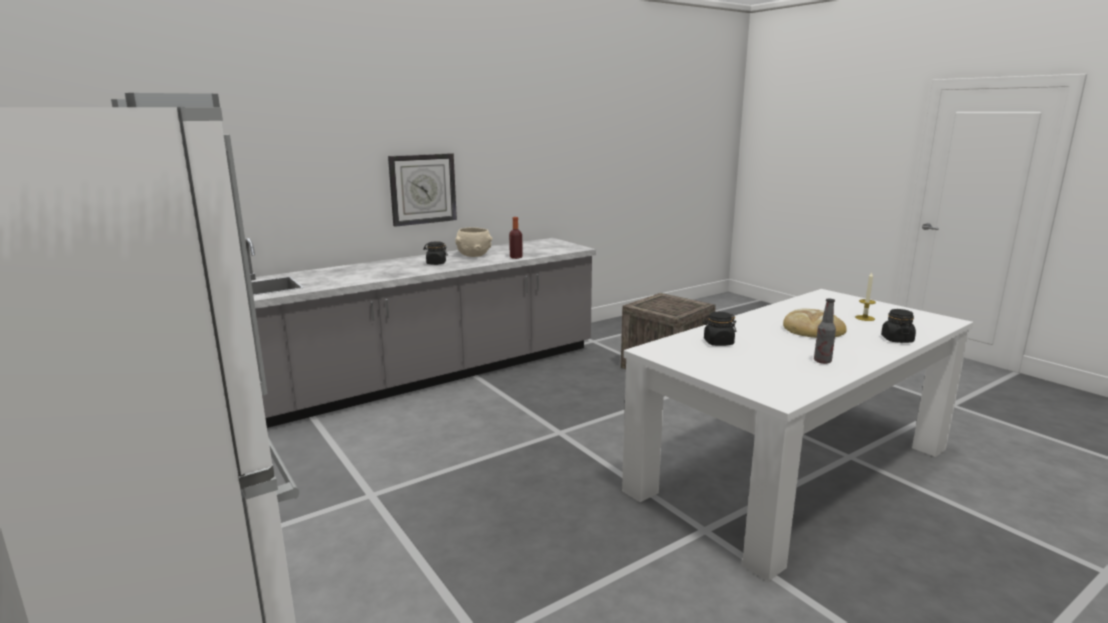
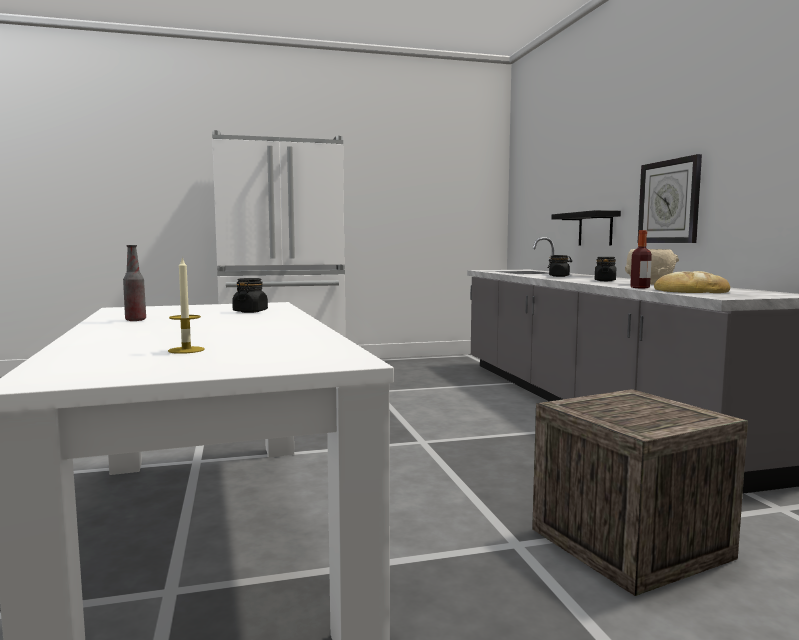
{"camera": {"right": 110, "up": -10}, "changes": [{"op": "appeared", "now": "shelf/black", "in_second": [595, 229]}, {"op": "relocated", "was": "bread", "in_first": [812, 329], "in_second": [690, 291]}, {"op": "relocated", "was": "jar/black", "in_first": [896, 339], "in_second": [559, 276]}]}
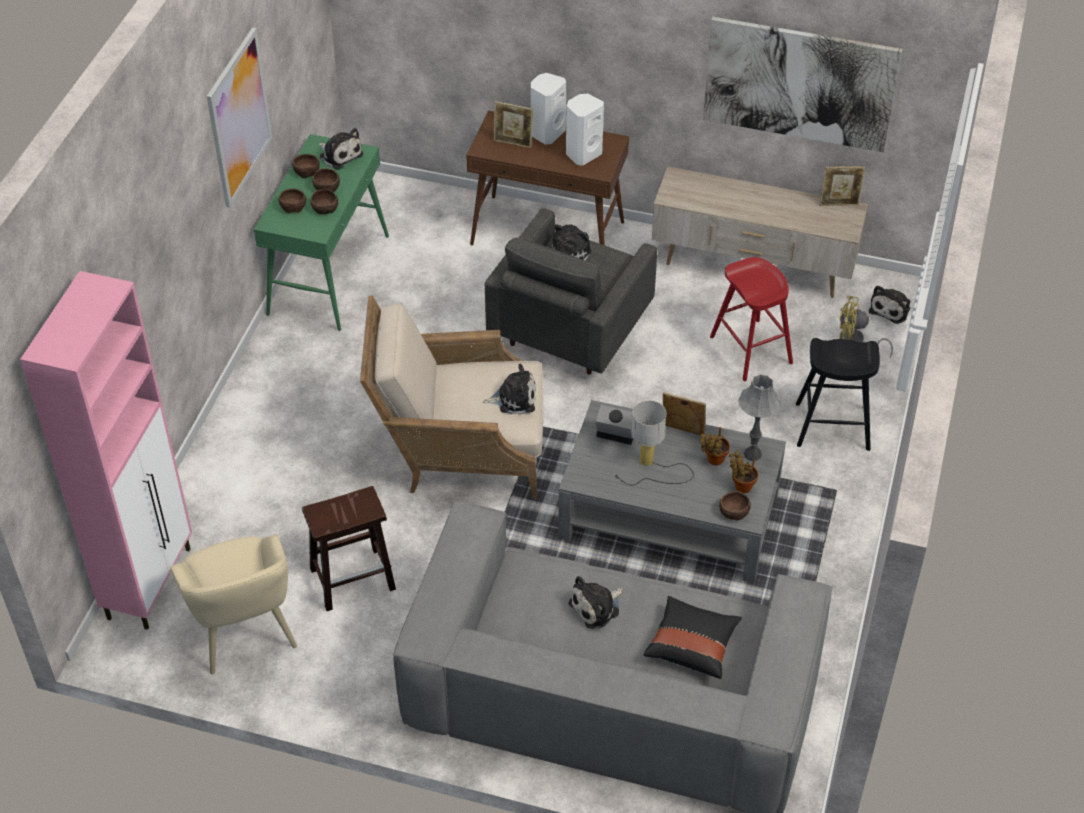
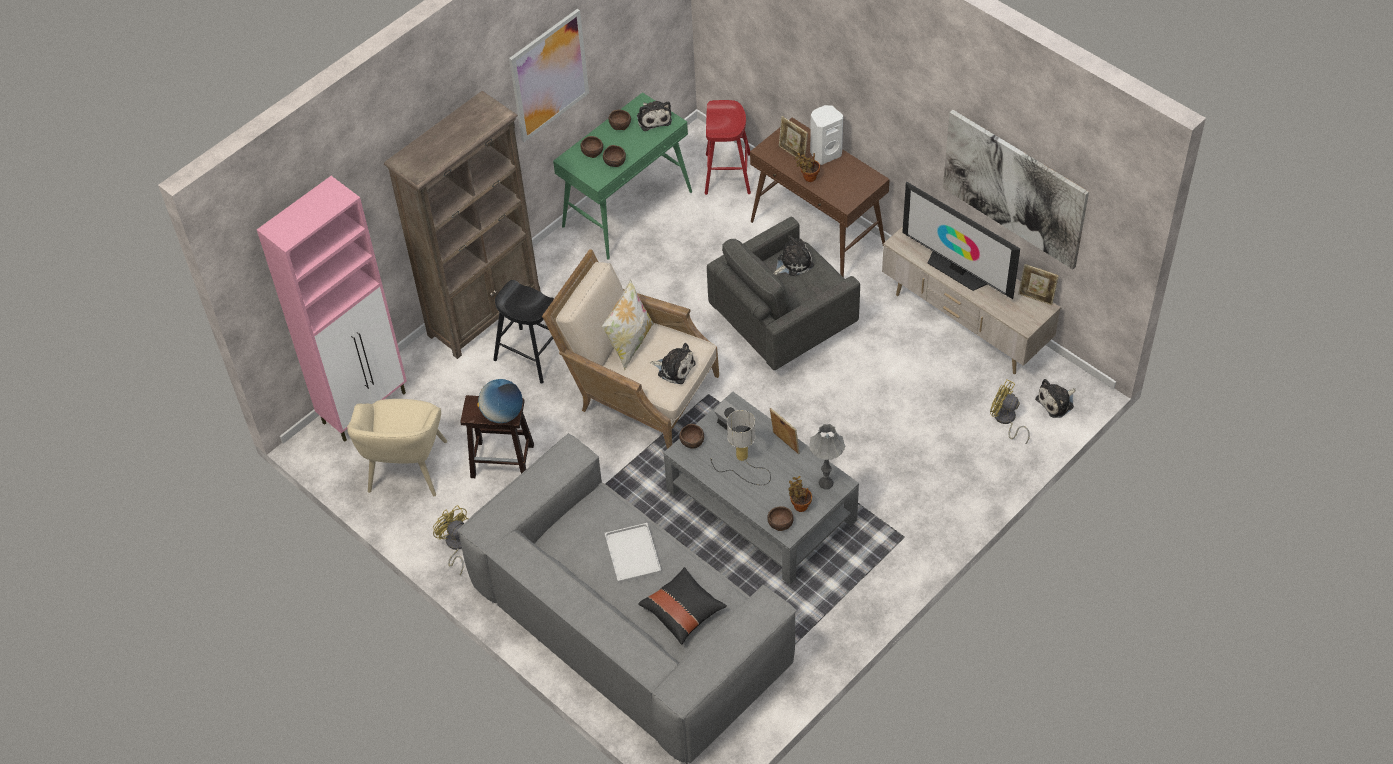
{"camera": {"right": 30, "up": 5}, "changes": [{"op": "missing", "was": "speaker/white", "in_first": [582, 154]}, {"op": "appeared", "now": "bookcase/brown", "in_second": [485, 313]}, {"op": "appeared", "now": "fan/yellow", "in_second": [455, 545]}, {"op": "appeared", "now": "globe", "in_second": [503, 414]}, {"op": "appeared", "now": "pillow", "in_second": [630, 343]}, {"op": "appeared", "now": "television", "in_second": [957, 270]}, {"op": "relocated", "was": "bowl/brown", "in_first": [327, 188], "in_second": [692, 441]}, {"op": "relocated", "was": "potted plant", "in_first": [714, 460], "in_second": [808, 177]}, {"op": "relocated", "was": "stool/red", "in_first": [750, 349], "in_second": [728, 173]}, {"op": "relocated", "was": "stool/black", "in_first": [832, 426], "in_second": [531, 355]}, {"op": "exchanged", "was": "plush toy", "now": "tray/white", "in_first": [597, 607], "in_second": [633, 554]}]}
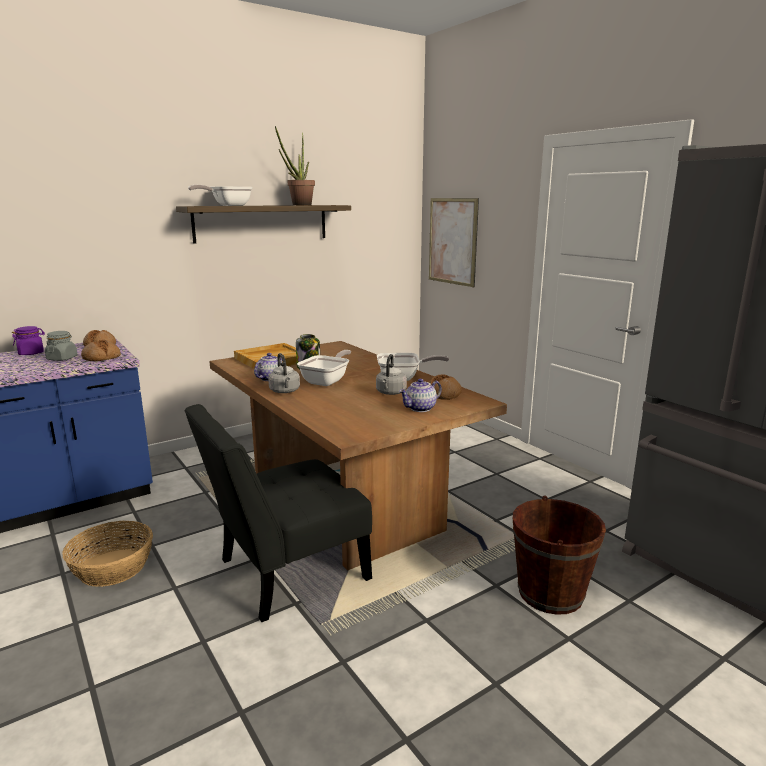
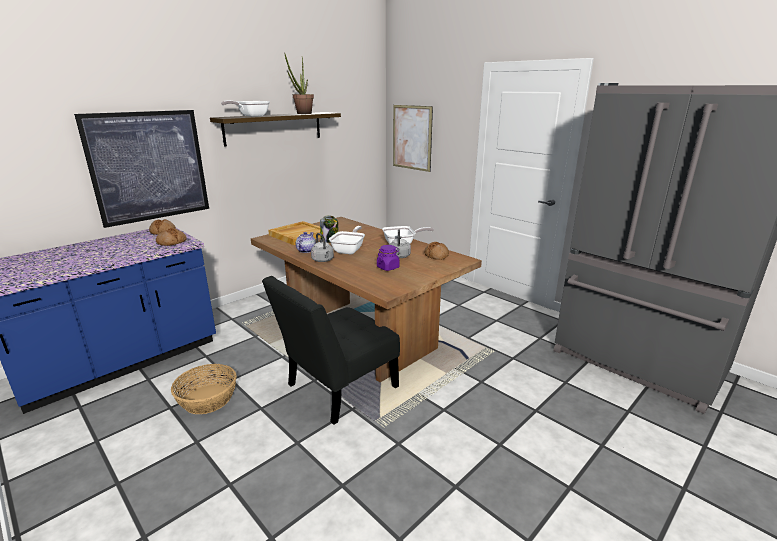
{"camera": {"right": -10, "up": 5}, "changes": [{"op": "missing", "was": "jar/grey", "in_first": [62, 358]}, {"op": "missing", "was": "teapot", "in_first": [420, 408]}, {"op": "missing", "was": "bucket/brown", "in_first": [550, 593]}, {"op": "appeared", "now": "picture", "in_second": [149, 166]}, {"op": "relocated", "was": "jar/purple", "in_first": [31, 353], "in_second": [388, 267]}]}
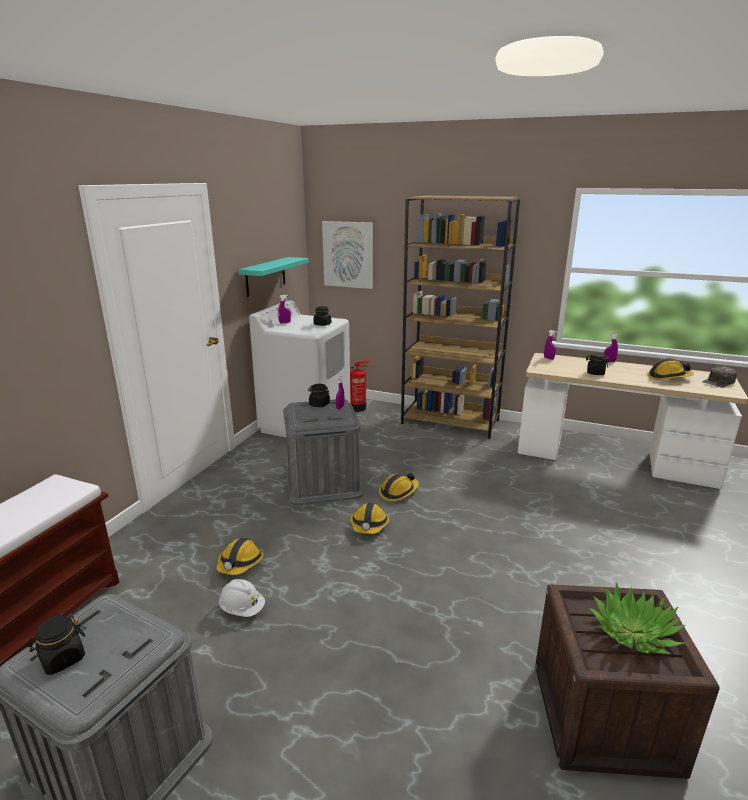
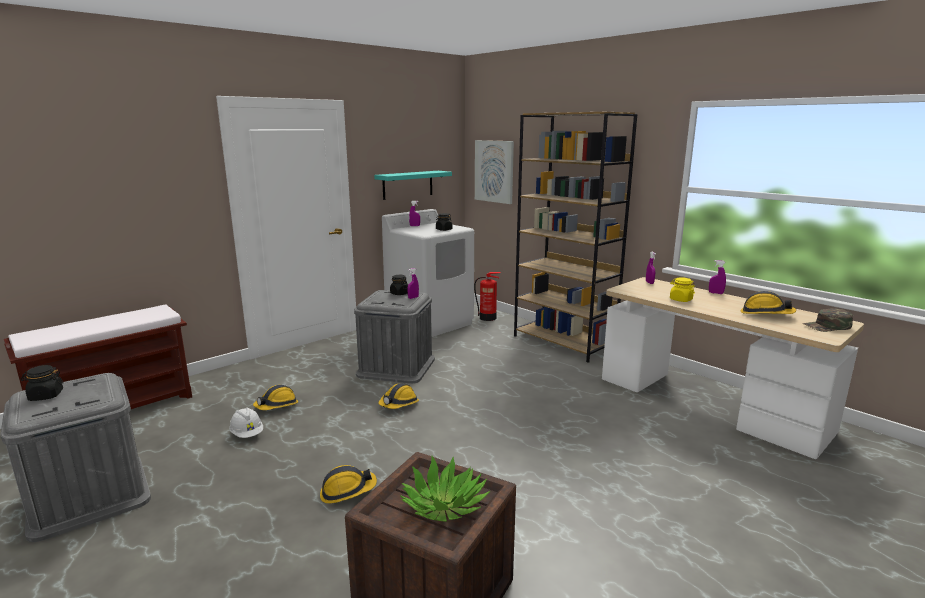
{"camera": {"right": 25, "up": -5}, "changes": [{"op": "relocated", "was": "hard hat", "in_first": [398, 492], "in_second": [347, 491]}, {"op": "colour", "was": "jar/black", "now": "jar/yellow", "in_first": [595, 373], "in_second": [680, 300]}]}
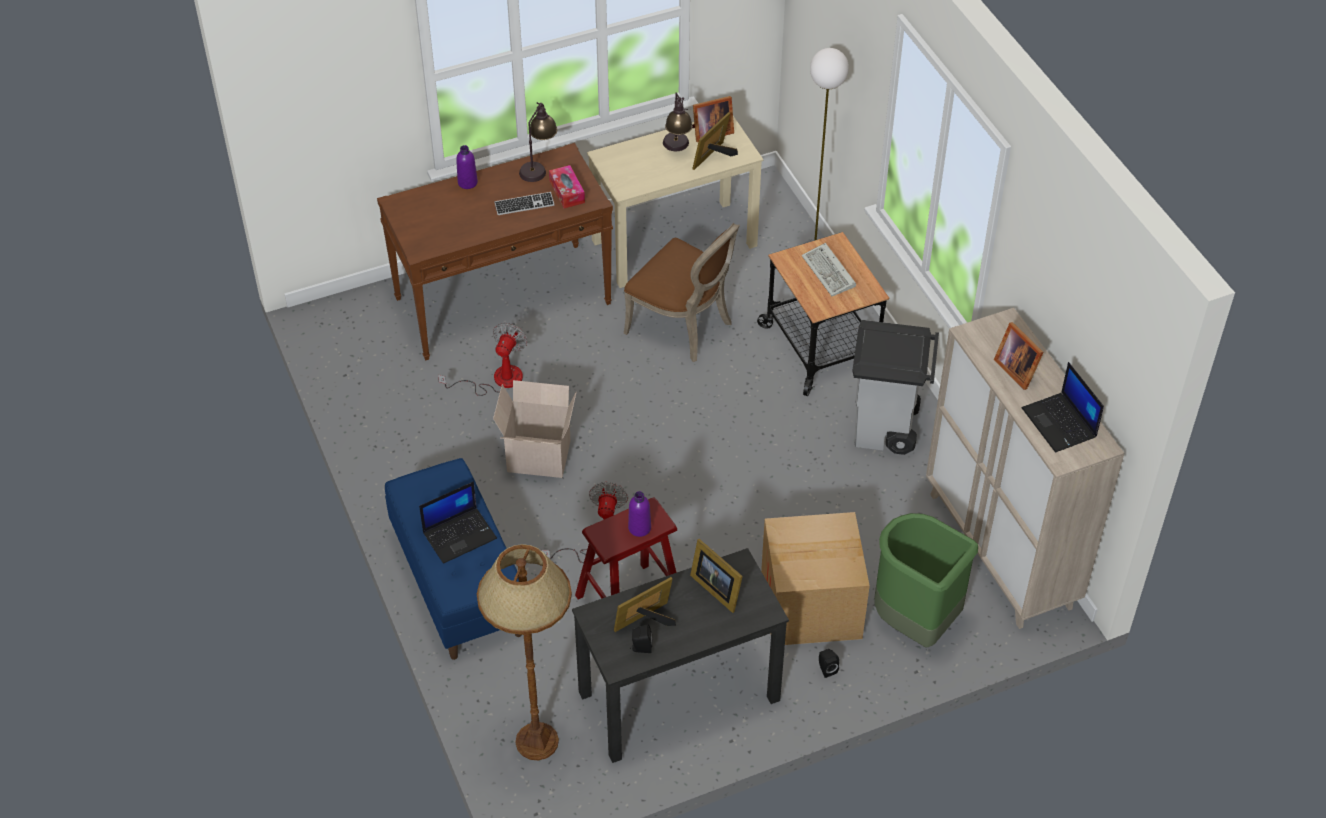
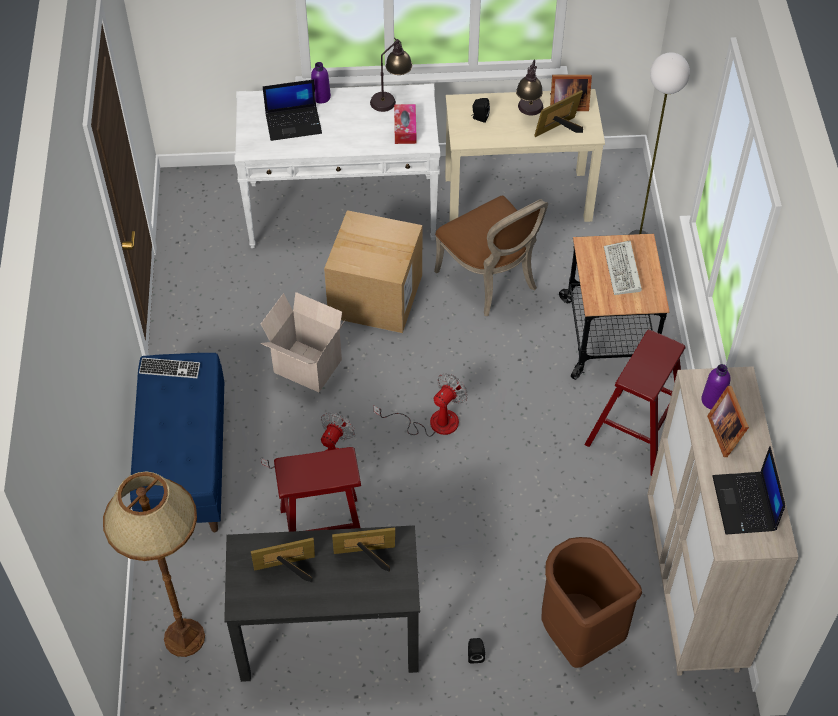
{"camera": {"right": 20, "up": 5}, "changes": [{"op": "relocated", "was": "laptop", "in_first": [460, 535], "in_second": [294, 123]}, {"op": "relocated", "was": "fan", "in_first": [497, 380], "in_second": [433, 422]}, {"op": "relocated", "was": "keyboard", "in_first": [524, 205], "in_second": [170, 369]}, {"op": "relocated", "was": "bottle/purple", "in_first": [639, 528], "in_second": [713, 400]}, {"op": "relocated", "was": "speaker/black", "in_first": [641, 648], "in_second": [479, 118]}, {"op": "relocated", "was": "cardboard box", "in_first": [811, 605], "in_second": [375, 296]}, {"op": "exchanged", "was": "trash can/grey", "now": "stool/red", "in_first": [886, 429], "in_second": [635, 434]}, {"op": "colour", "was": "console table/brown", "now": "console table/white", "in_first": [503, 300], "in_second": [343, 211]}, {"op": "colour", "was": "trash can/green", "now": "trash can/brown", "in_first": [914, 623], "in_second": [578, 636]}, {"op": "spun", "was": "picture frame", "in_first": [716, 587], "in_second": [367, 556], "clockwise": 105}]}
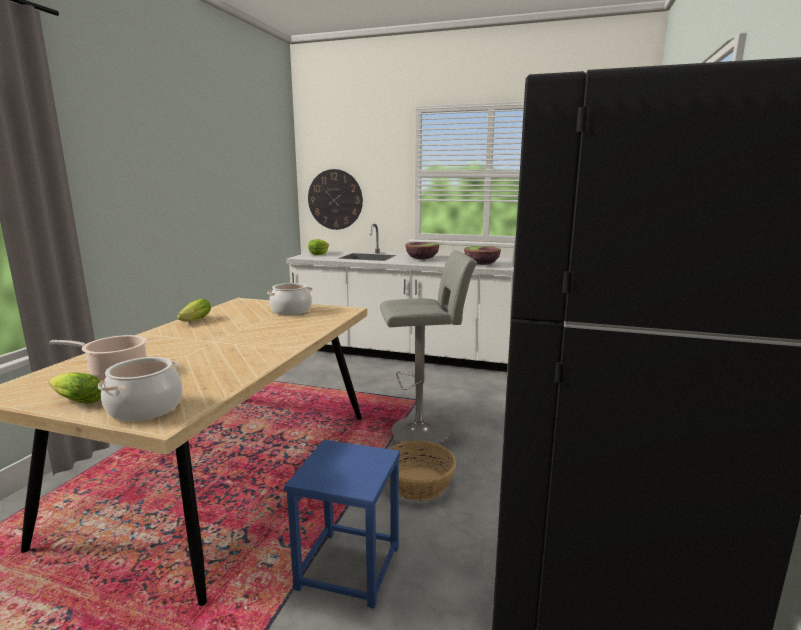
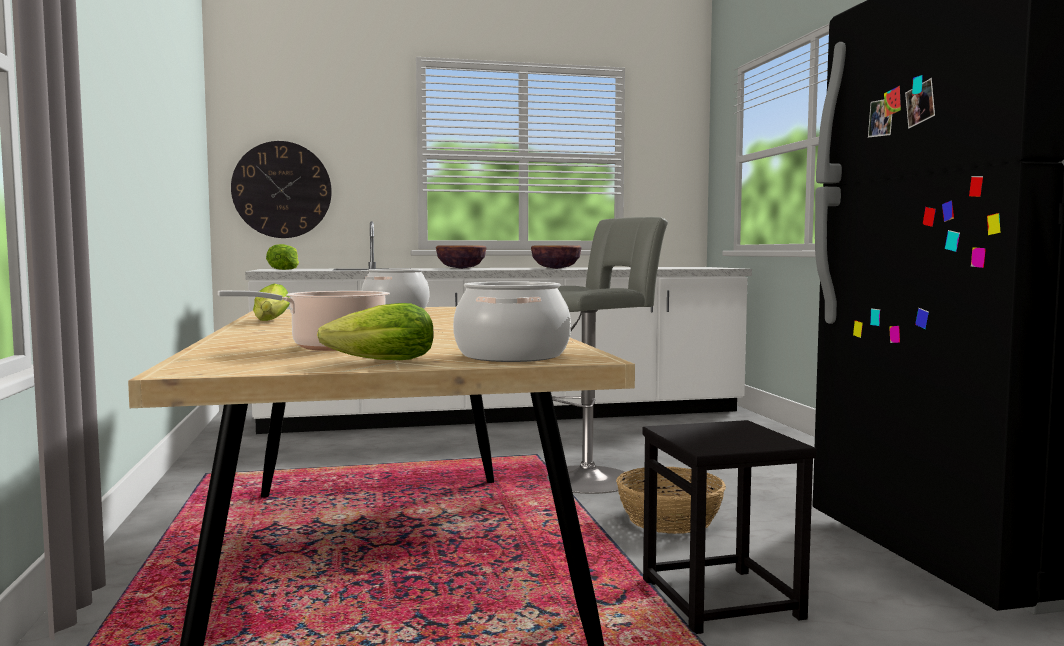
{"camera": {"right": -30, "up": -10}, "changes": [{"op": "colour", "was": "stool/blue", "now": "stool/black", "in_first": [349, 567], "in_second": [722, 599]}]}
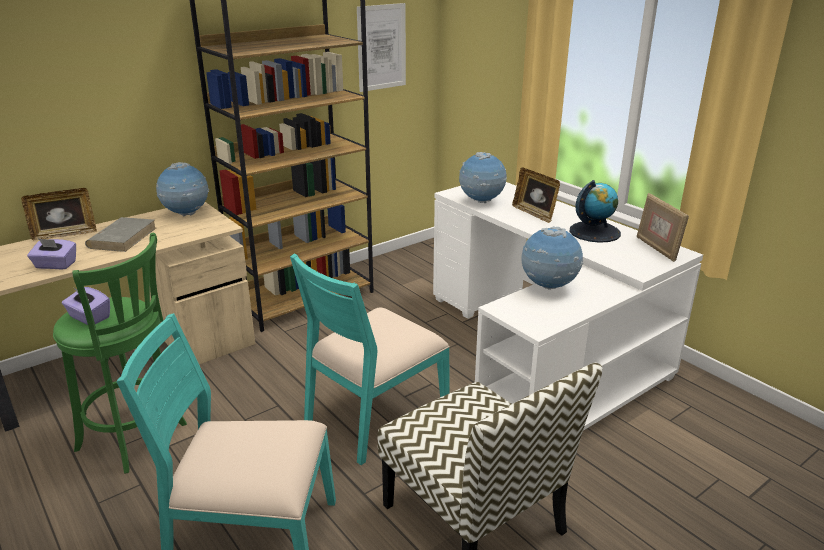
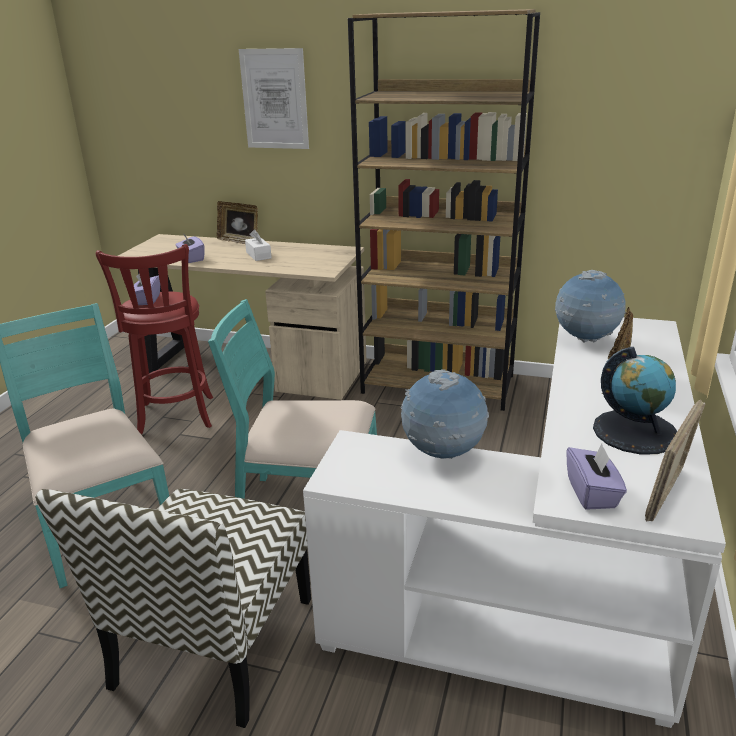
{"camera": {"right": 55, "up": 0}, "changes": [{"op": "missing", "was": "globe", "in_first": [186, 214]}, {"op": "appeared", "now": "tissue box/purple", "in_second": [592, 493]}, {"op": "relocated", "was": "picture", "in_first": [381, 47], "in_second": [274, 99]}, {"op": "exchanged", "was": "book/grey", "now": "tissue box/white", "in_first": [123, 237], "in_second": [258, 255]}, {"op": "colour", "was": "stool/green", "now": "stool/red", "in_first": [136, 439], "in_second": [176, 418]}]}
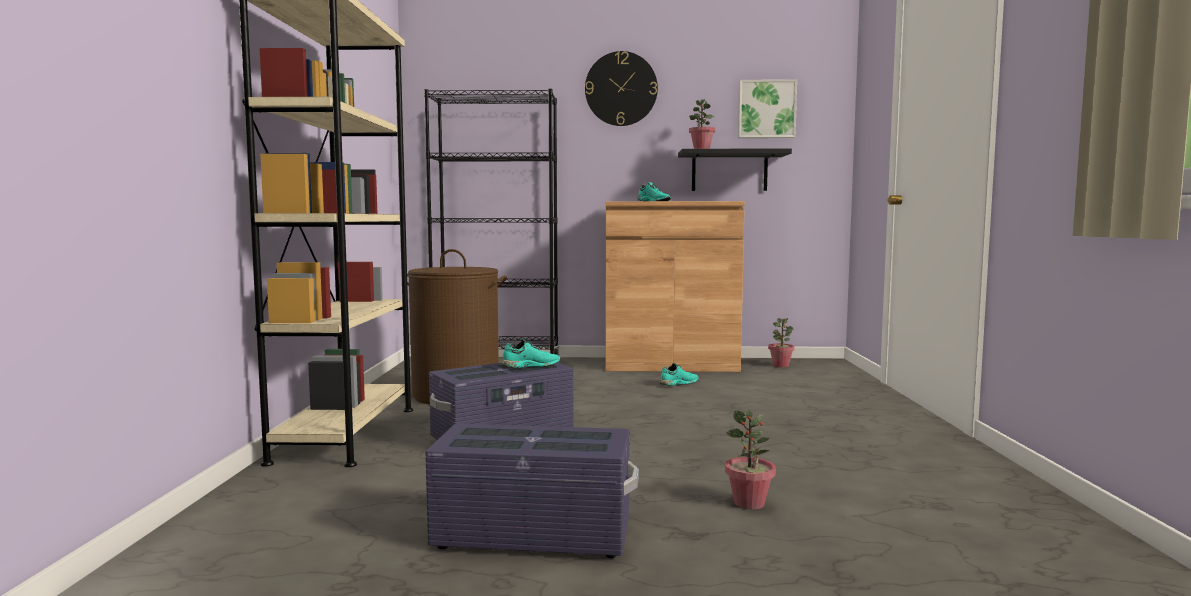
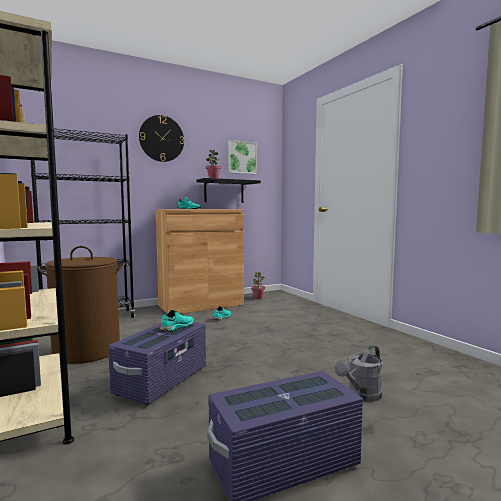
{"camera": {"right": -30, "up": 0}, "changes": [{"op": "exchanged", "was": "potted plant", "now": "watering can/grey", "in_first": [749, 503], "in_second": [361, 395]}]}
